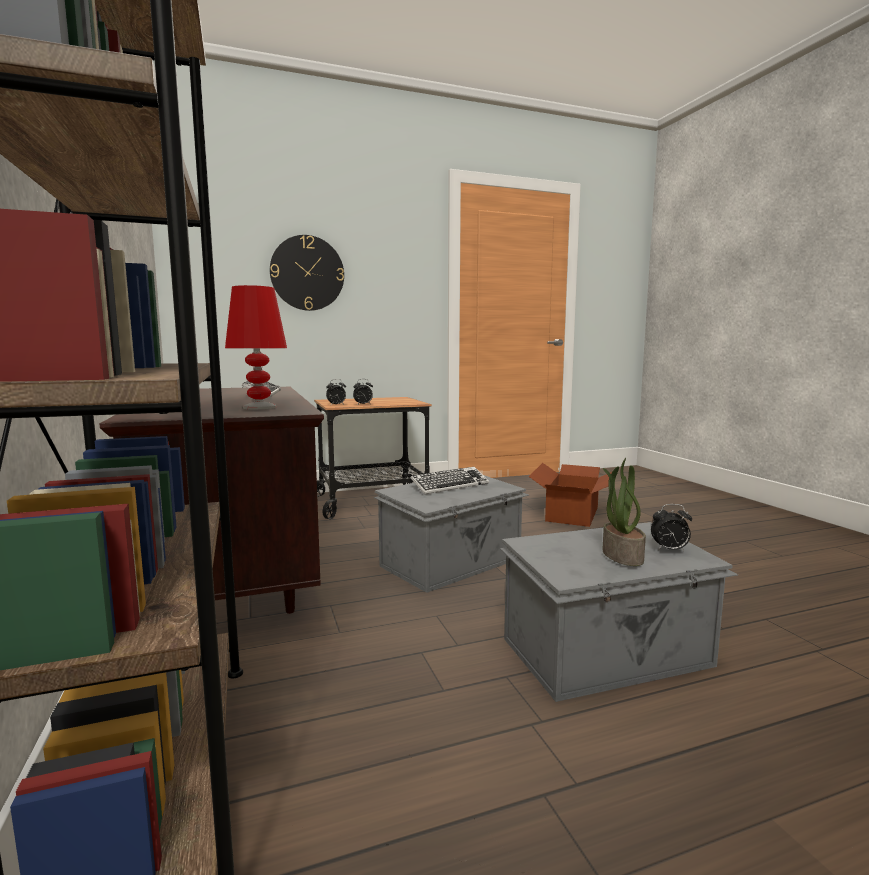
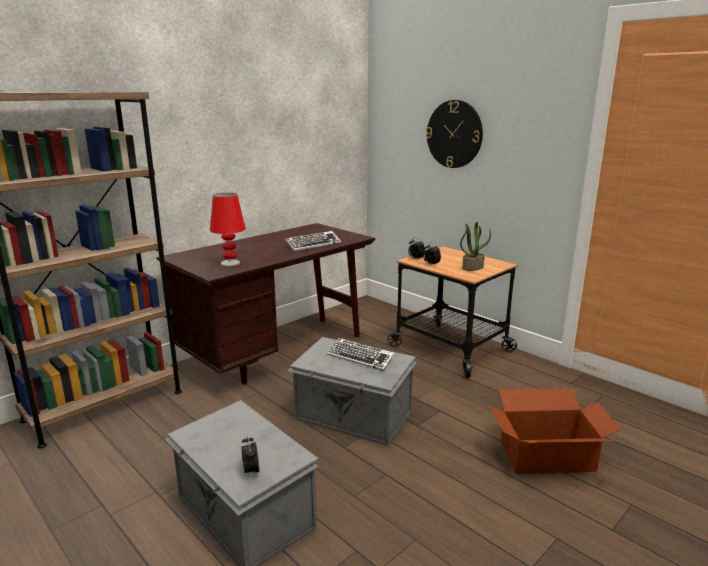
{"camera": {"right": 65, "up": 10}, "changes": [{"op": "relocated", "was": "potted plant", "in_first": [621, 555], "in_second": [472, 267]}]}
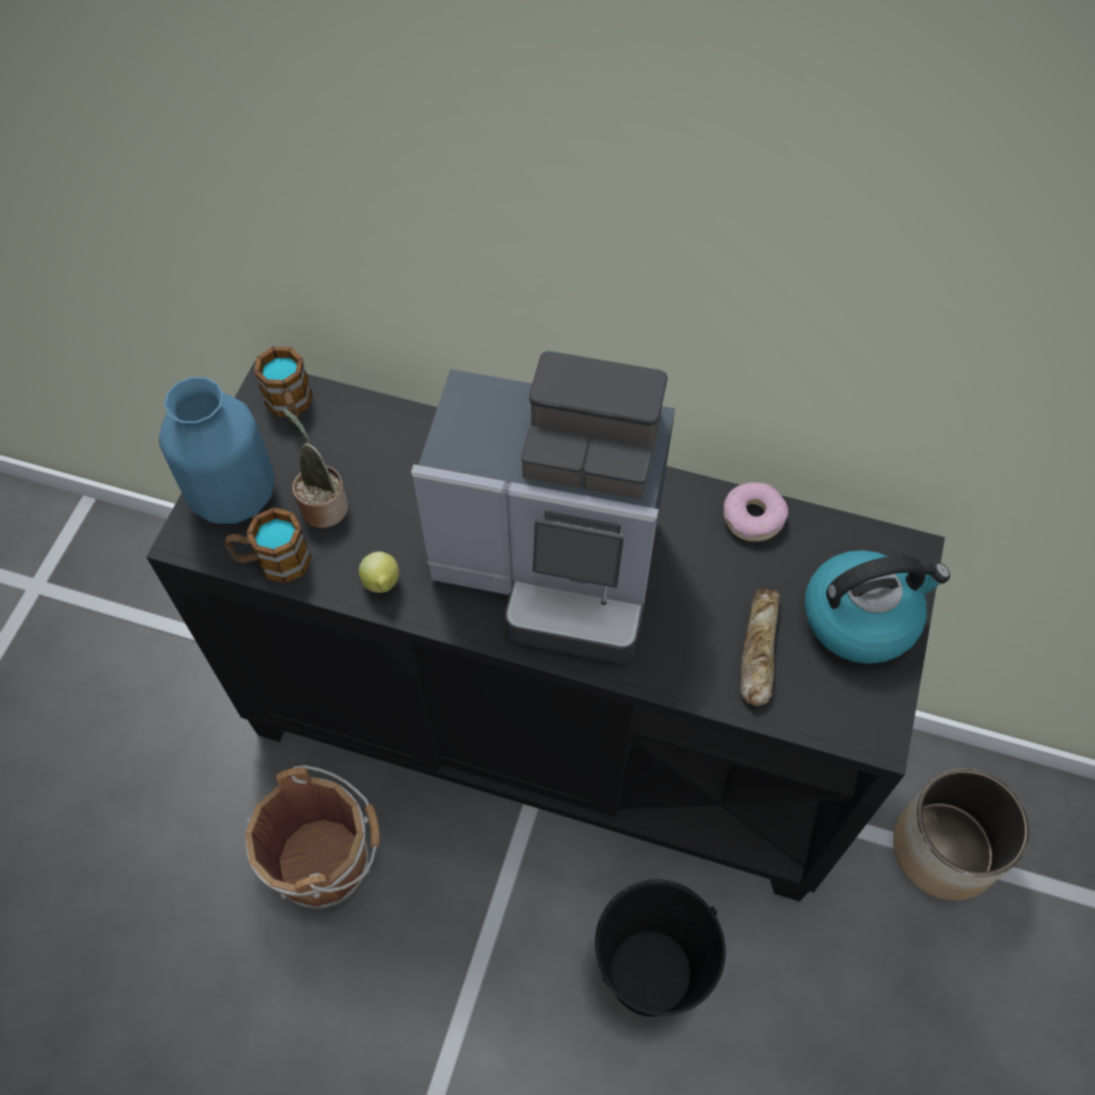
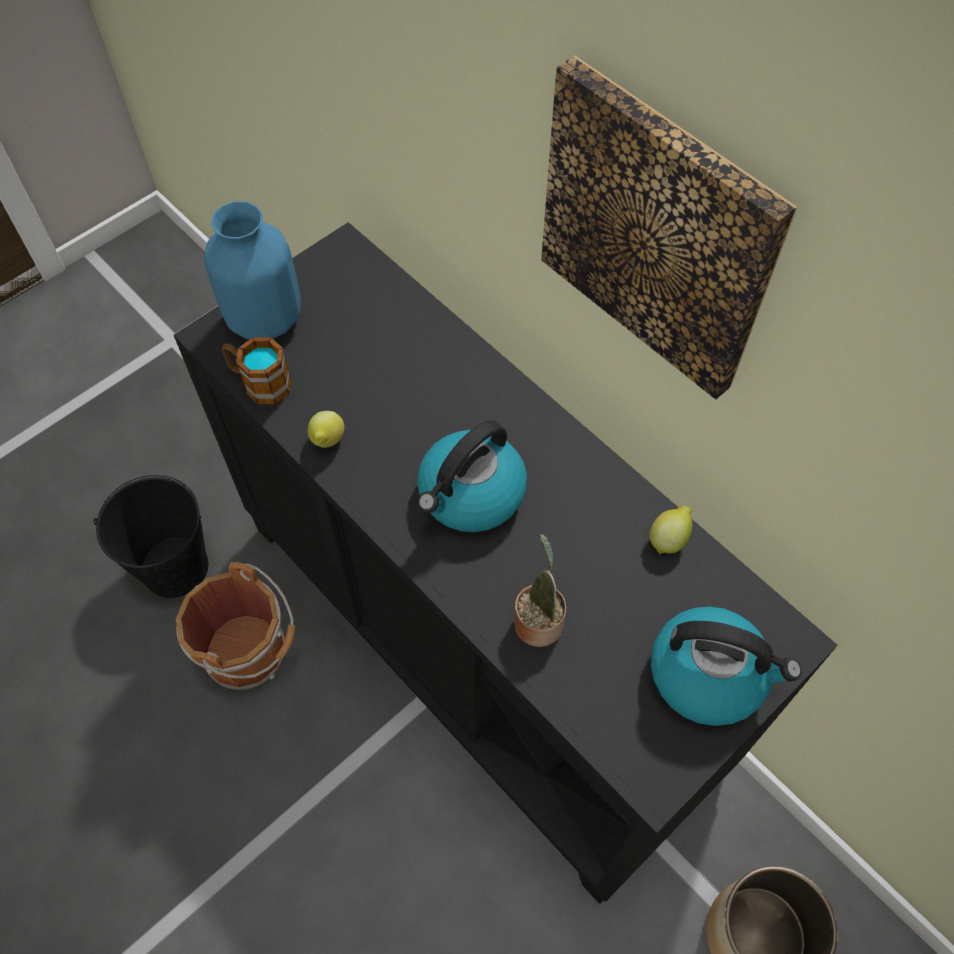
{"camera": {"right": 30, "up": 0}, "changes": [{"op": "missing", "was": "mug", "in_first": [291, 407]}, {"op": "missing", "was": "bread", "in_first": [758, 650]}, {"op": "appeared", "now": "picture", "in_second": [657, 231]}, {"op": "relocated", "was": "potted plant", "in_first": [322, 505], "in_second": [538, 620]}, {"op": "relocated", "was": "bucket/black", "in_first": [650, 973], "in_second": [175, 568]}, {"op": "exchanged", "was": "coffee machine", "now": "kettle", "in_first": [553, 566], "in_second": [471, 495]}, {"op": "exchanged", "was": "donut", "now": "lemon", "in_first": [753, 517], "in_second": [669, 539]}]}
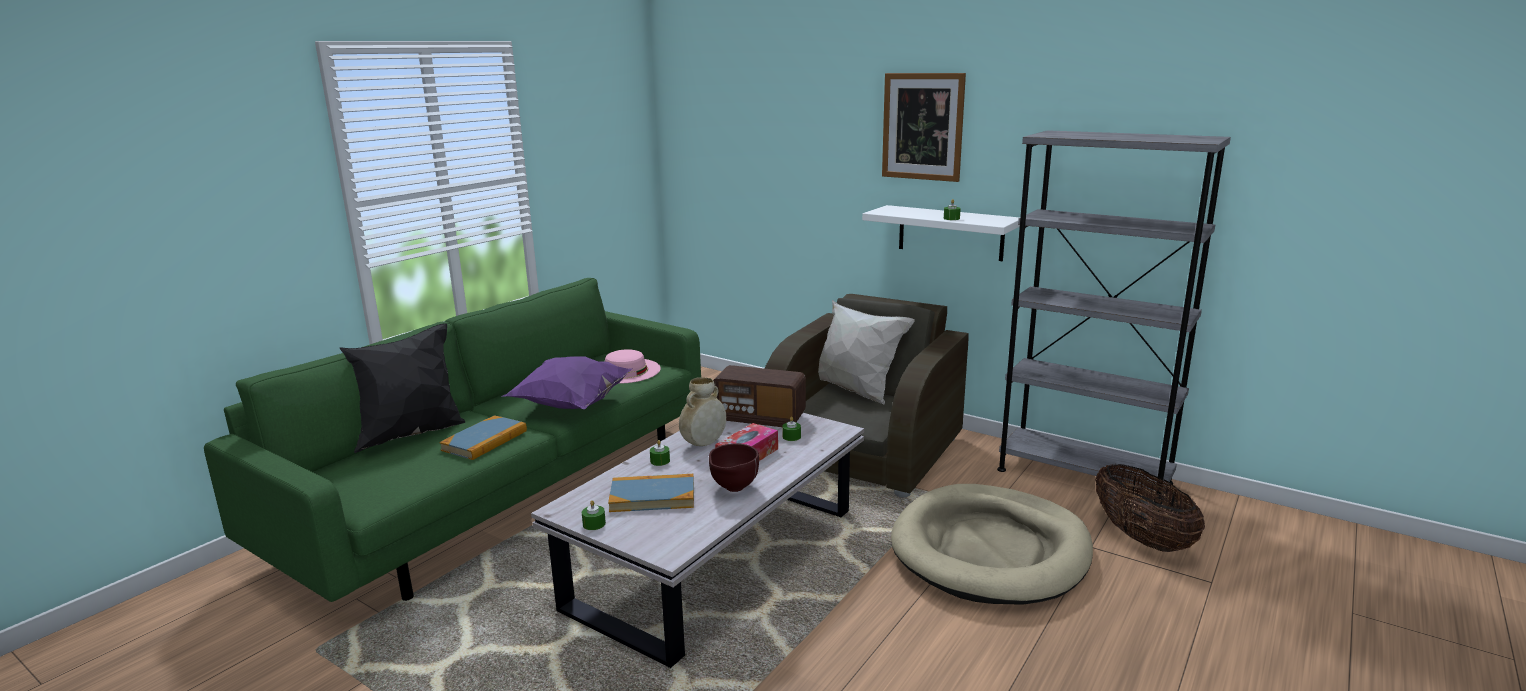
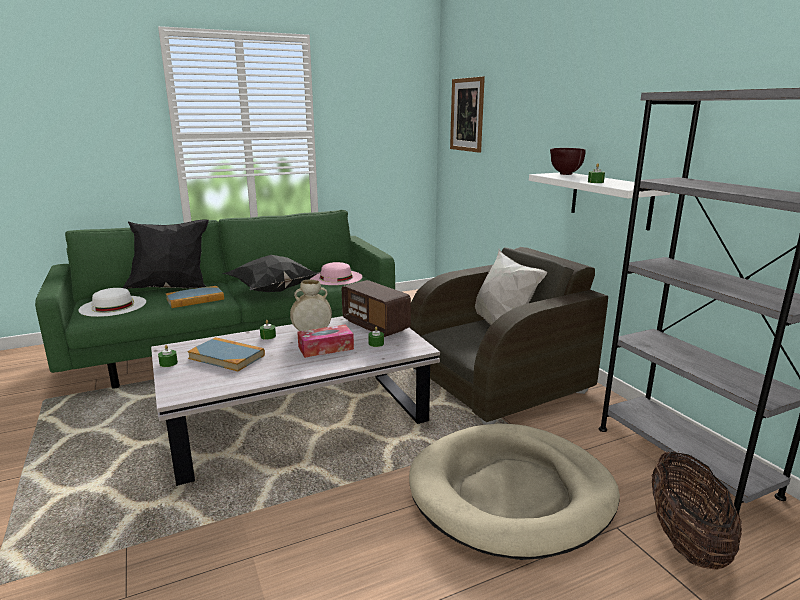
{"camera": {"right": 30, "up": 0}, "changes": [{"op": "appeared", "now": "hat/white", "in_second": [113, 306]}, {"op": "relocated", "was": "bowl/brown", "in_first": [733, 489], "in_second": [564, 174]}, {"op": "relocated", "was": "picture", "in_first": [922, 126], "in_second": [467, 115]}, {"op": "colour", "was": "pillow/purple", "now": "pillow/black", "in_first": [571, 406], "in_second": [271, 291]}]}
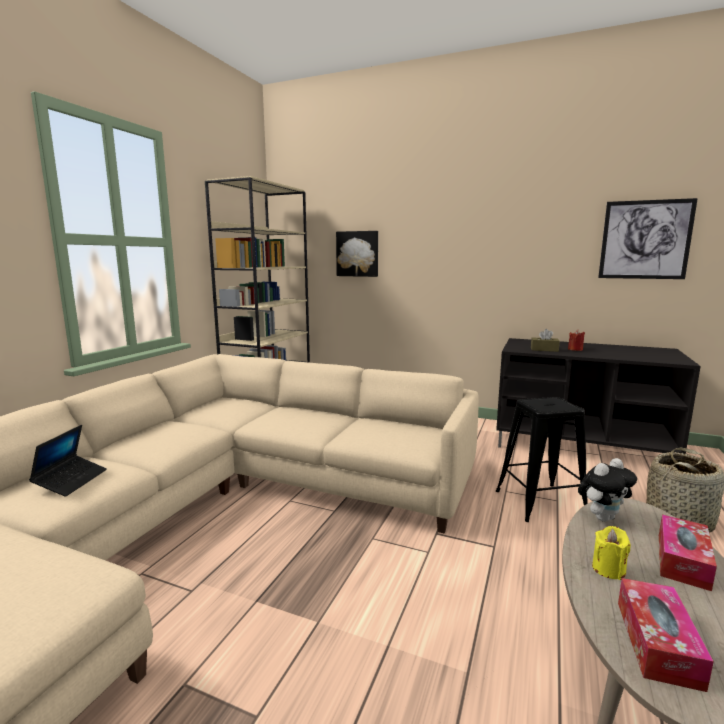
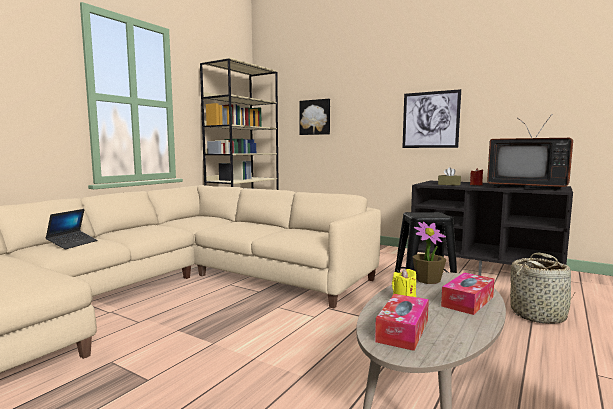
{"camera": {"right": 10, "up": -5}, "changes": [{"op": "appeared", "now": "television", "in_second": [526, 187]}, {"op": "relocated", "was": "picture", "in_first": [645, 240], "in_second": [430, 120]}, {"op": "exchanged", "was": "plush toy", "now": "potted plant", "in_first": [602, 517], "in_second": [428, 280]}]}
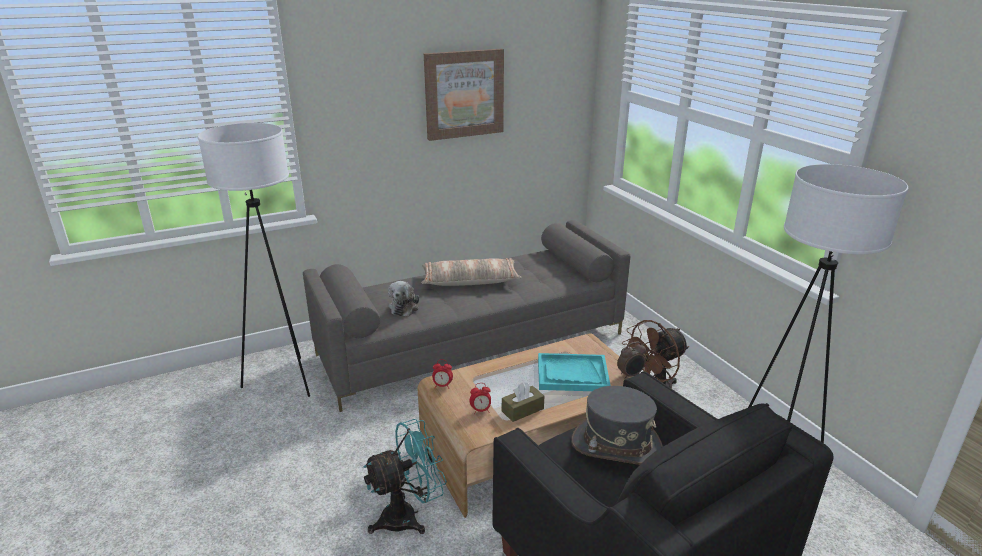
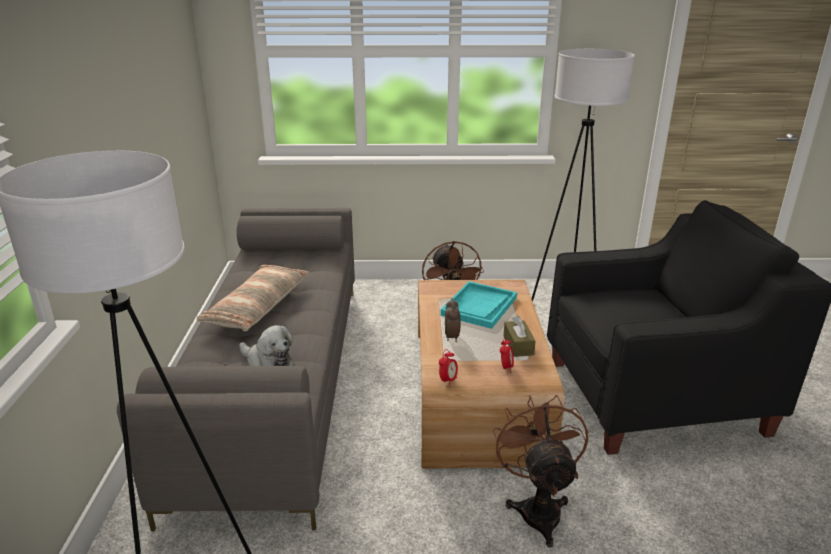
{"camera": {"right": -65, "up": 0}, "changes": [{"op": "missing", "was": "picture", "in_first": [464, 94]}, {"op": "missing", "was": "hat/grey", "in_first": [616, 446]}, {"op": "relocated", "was": "alarm clock", "in_first": [630, 375], "in_second": [452, 337]}, {"op": "colour", "was": "fan/turquoise", "now": "fan/brown", "in_first": [408, 516], "in_second": [537, 508]}]}
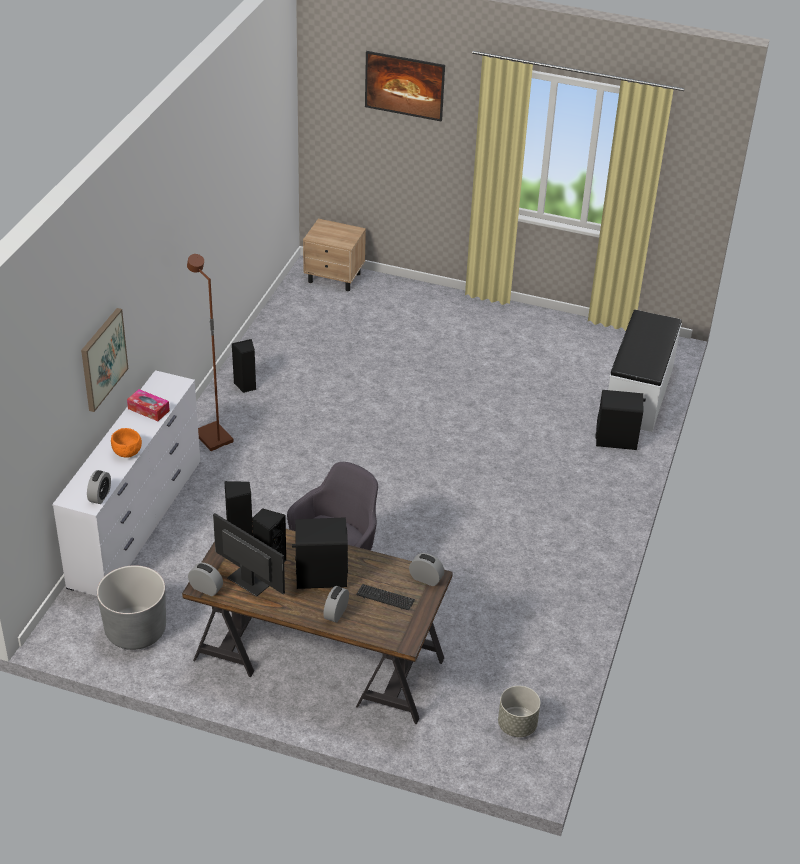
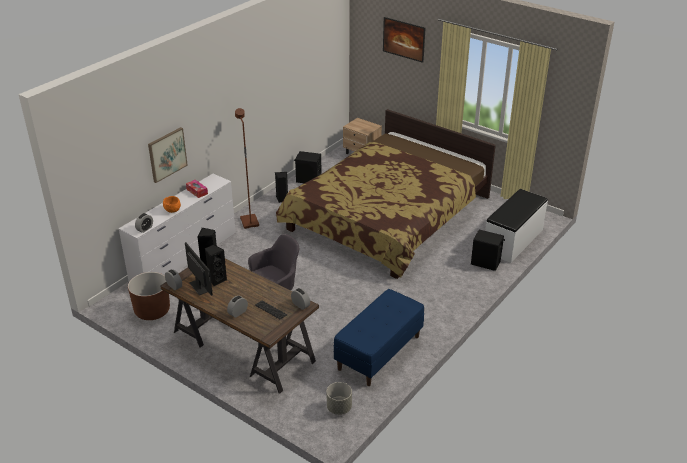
{"camera": {"right": 20, "up": -5}, "changes": [{"op": "appeared", "now": "bed", "in_second": [388, 215]}, {"op": "appeared", "now": "bench/blue", "in_second": [379, 353]}, {"op": "relocated", "was": "speaker/black", "in_first": [320, 575], "in_second": [308, 180]}, {"op": "colour", "was": "planter/grey", "now": "planter/brown", "in_first": [135, 630], "in_second": [152, 311]}]}
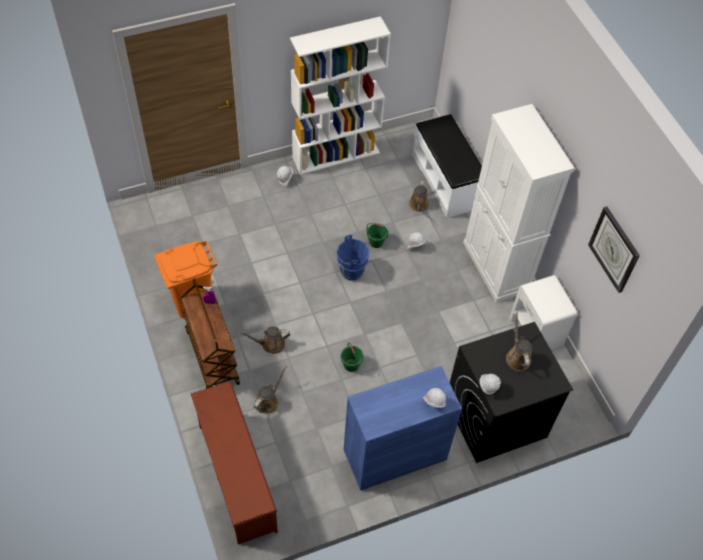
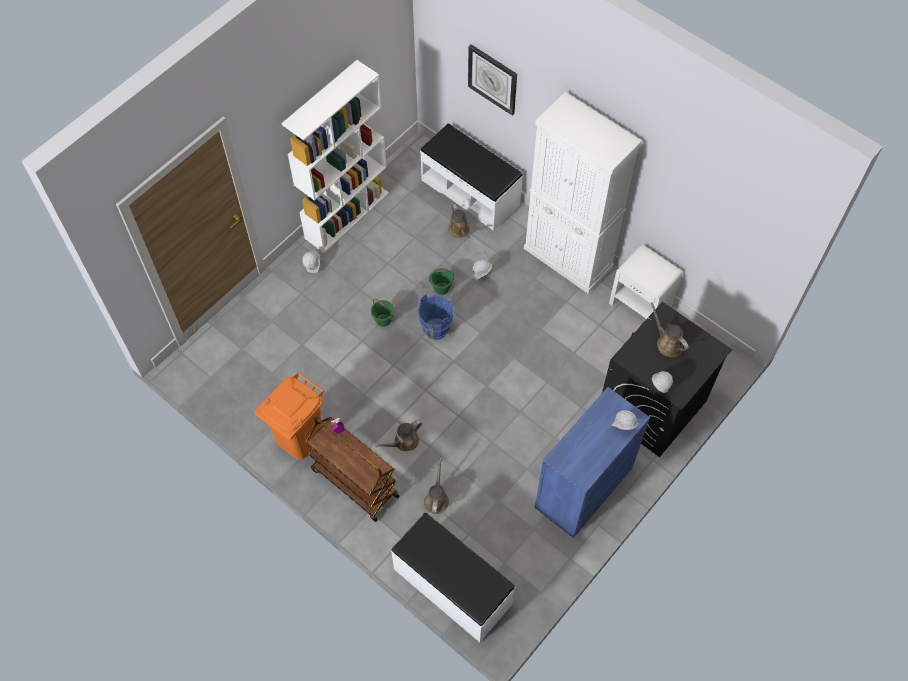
{"camera": {"right": -25, "up": 5}, "changes": [{"op": "relocated", "was": "bucket/green", "in_first": [351, 365], "in_second": [383, 320]}, {"op": "relocated", "was": "wall clock", "in_first": [614, 249], "in_second": [493, 79]}, {"op": "exchanged", "was": "shoe rack/brown", "now": "bench/white", "in_first": [235, 477], "in_second": [452, 587]}]}
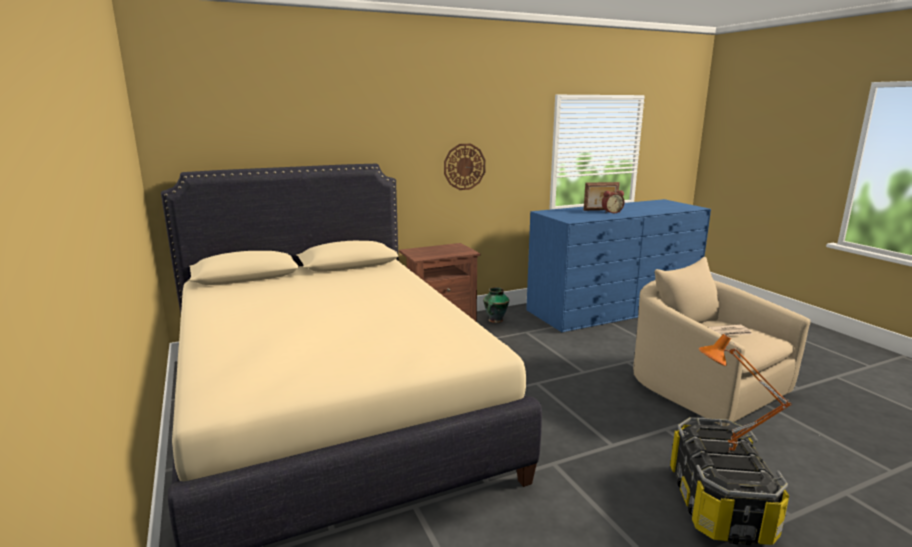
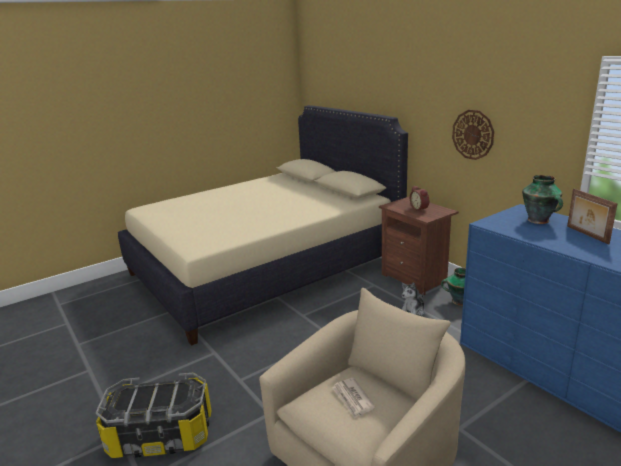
{"camera": {"right": 80, "up": 5}, "changes": [{"op": "missing", "was": "table lamp/orange", "in_first": [730, 454]}, {"op": "appeared", "now": "plush toy", "in_second": [413, 311]}, {"op": "appeared", "now": "vase", "in_second": [539, 221]}, {"op": "relocated", "was": "alarm clock", "in_first": [611, 212], "in_second": [420, 208]}]}
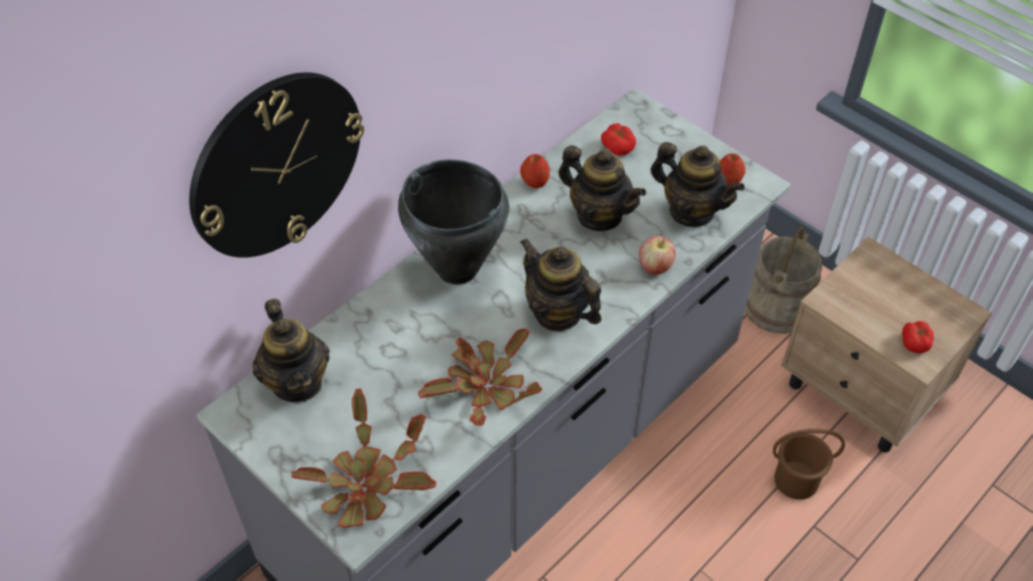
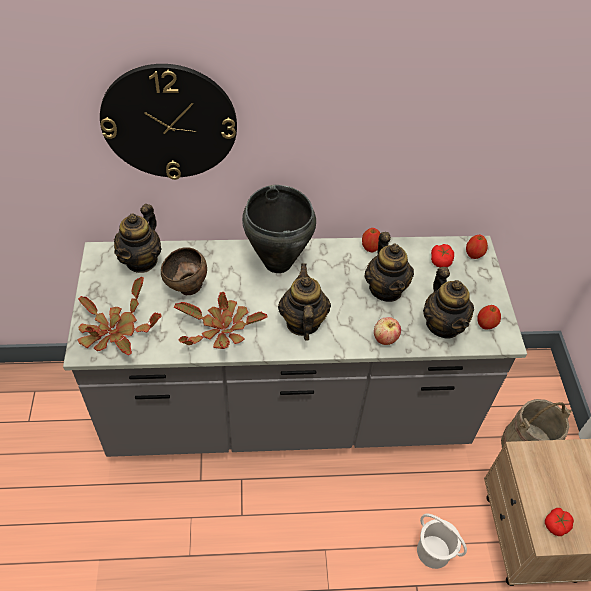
{"camera": {"right": 40, "up": 0}, "changes": [{"op": "appeared", "now": "bowl/brown", "in_second": [187, 288]}, {"op": "appeared", "now": "apple", "in_second": [474, 254]}, {"op": "colour", "was": "bucket/brown", "now": "bucket/white", "in_first": [797, 480], "in_second": [433, 552]}]}
